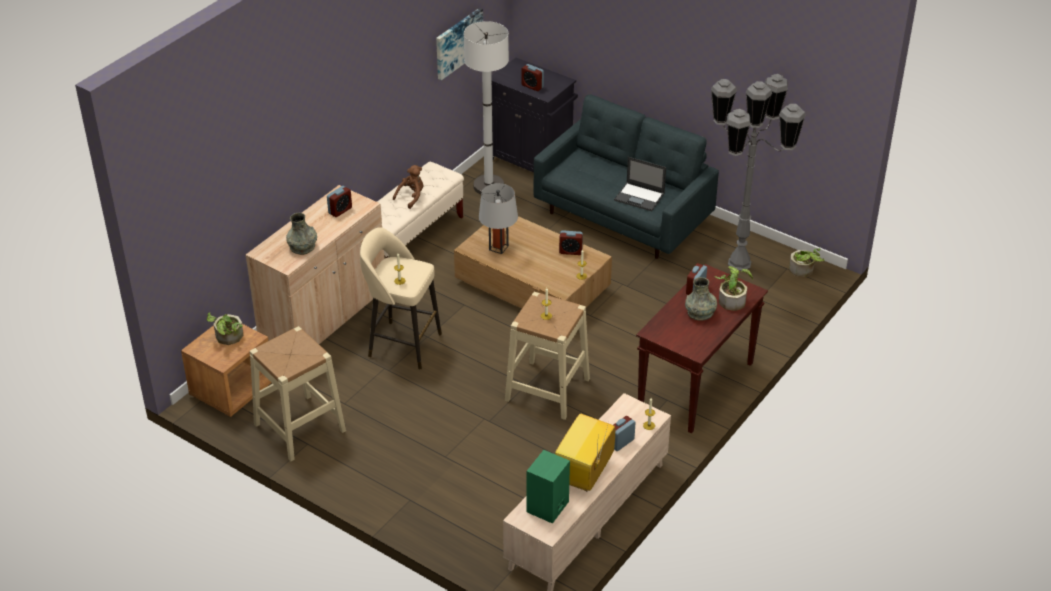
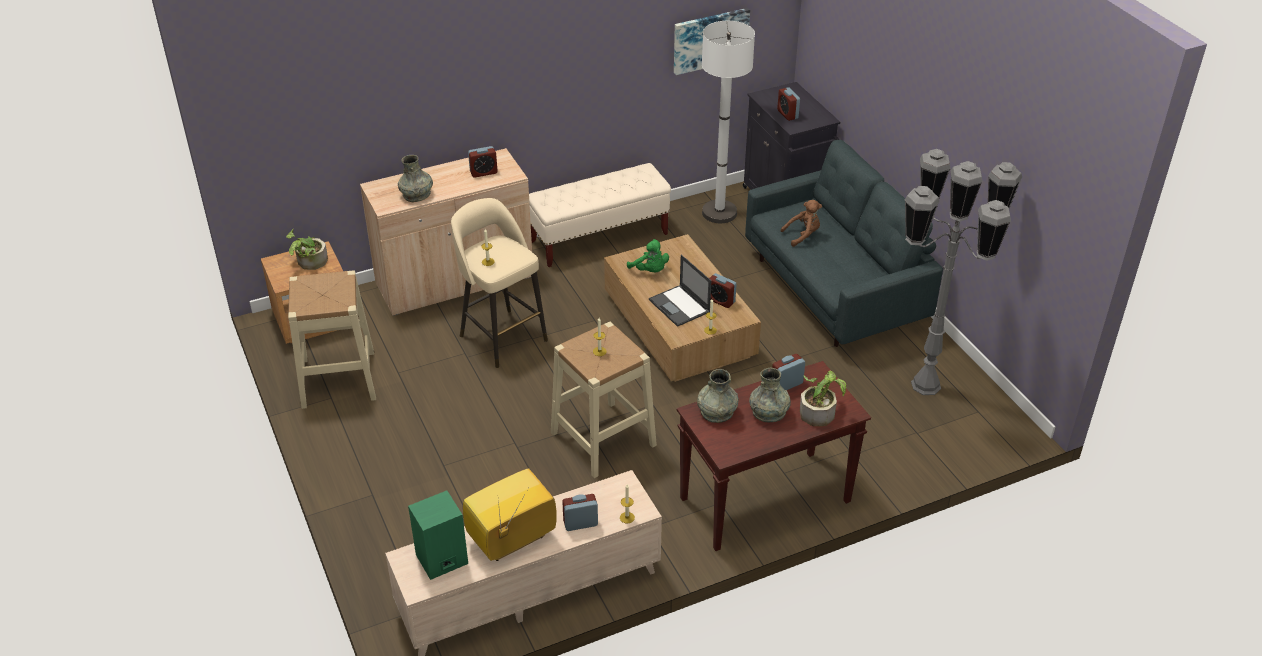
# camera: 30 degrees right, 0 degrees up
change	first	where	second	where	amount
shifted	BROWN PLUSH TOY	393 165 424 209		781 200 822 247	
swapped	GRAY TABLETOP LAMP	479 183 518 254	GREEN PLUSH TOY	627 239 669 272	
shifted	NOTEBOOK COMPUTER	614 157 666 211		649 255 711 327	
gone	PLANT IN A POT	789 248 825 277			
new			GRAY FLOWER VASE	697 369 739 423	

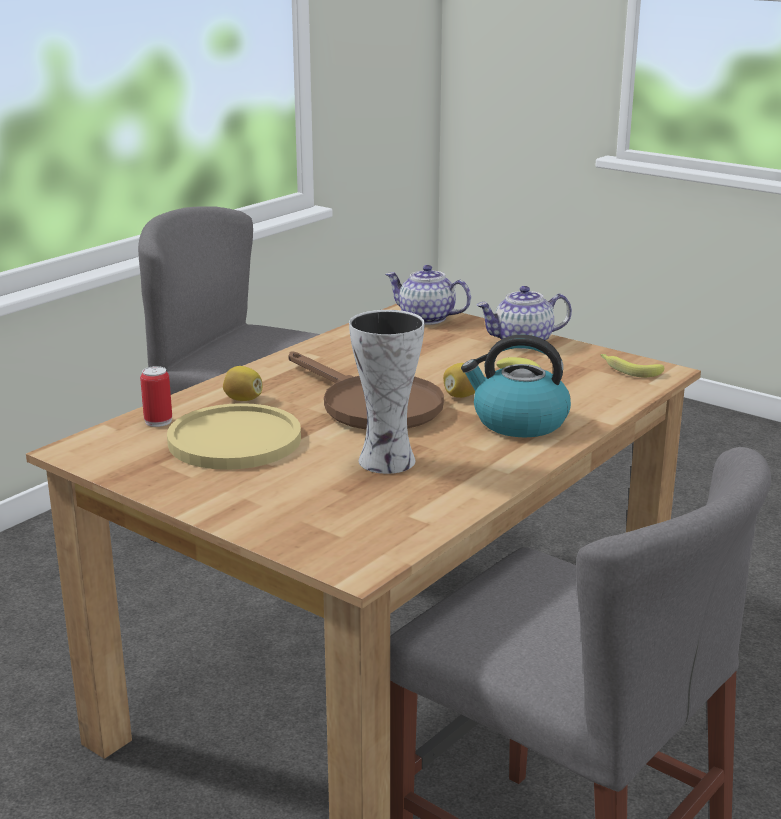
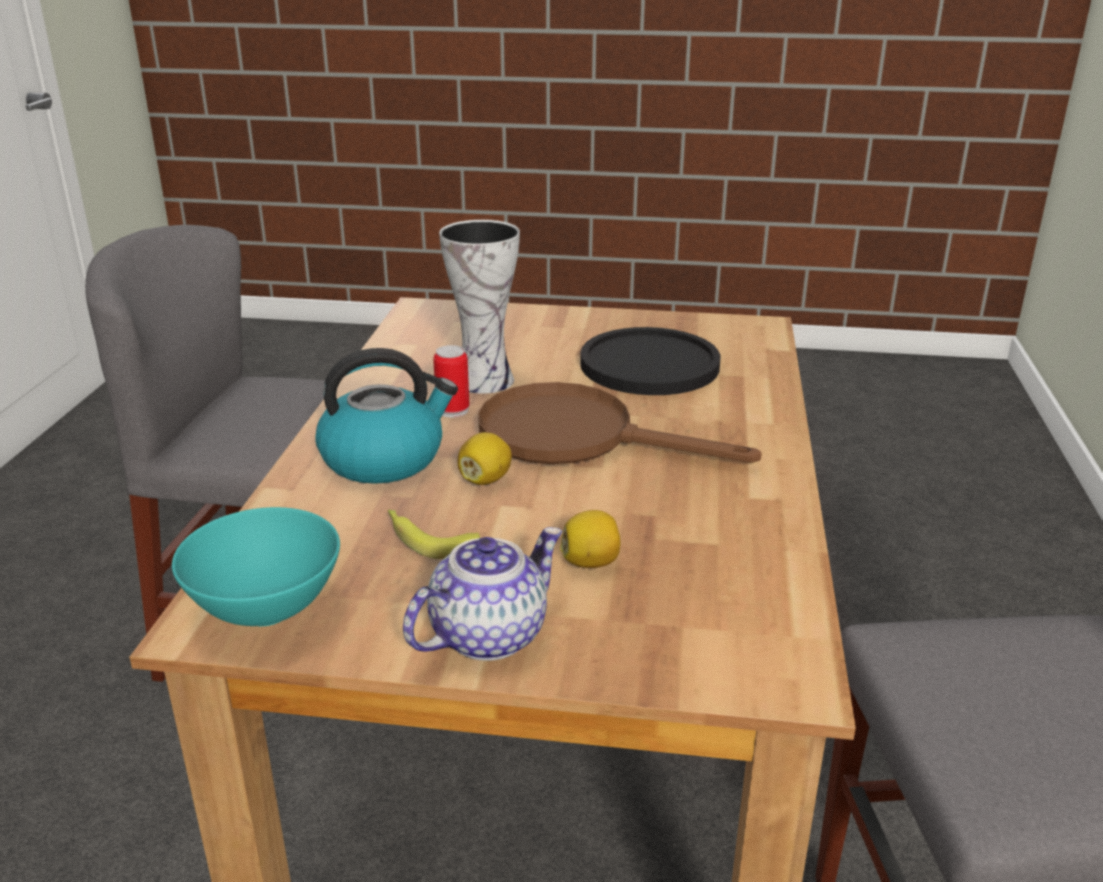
# camera: 150 degrees right, 5 degrees up
change	first	where	second	where	amount
shifted	CAN	140 366 172 427		433 345 469 417	
repainted	YELLOWISH DINNER PLATE	167 403 301 470	BLACKISH DINNER PLATE	580 327 721 395	
shifted	CITRUS FRUIT	223 366 262 401		560 510 620 568	
gone	TEAPOT	386 265 471 325			
swapped	BANANA FRUIT	600 354 664 377	TURQUOISE-COLOURED SERVING BOWL	172 507 340 626	

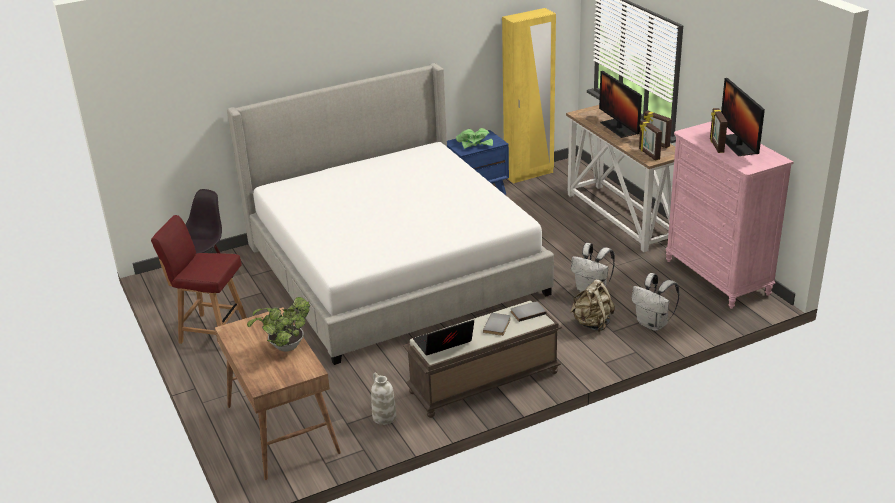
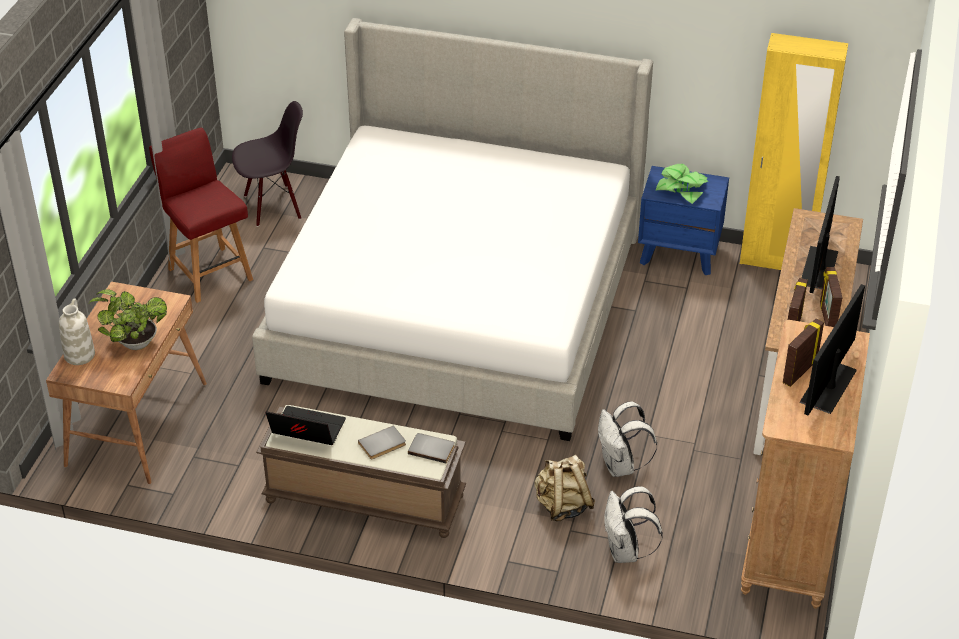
# camera: 40 degrees right, 10 degrees up
change	first	where	second	where	amount
shifted	WHITISH FLOWER VASE	371 372 397 425		59 298 95 365	
repainted	PINKISH CHEST OF DRAWERS	666 122 794 309	BROWN CHEST OF DRAWERS	741 320 870 609	

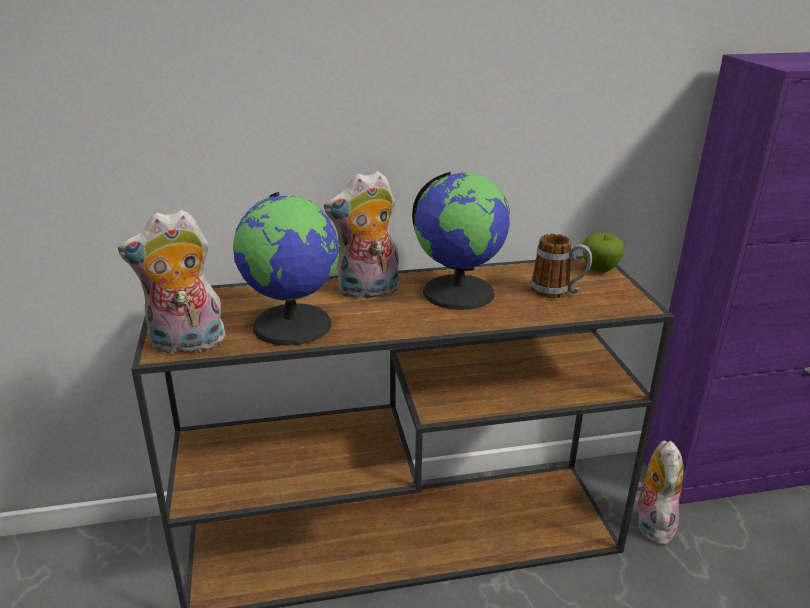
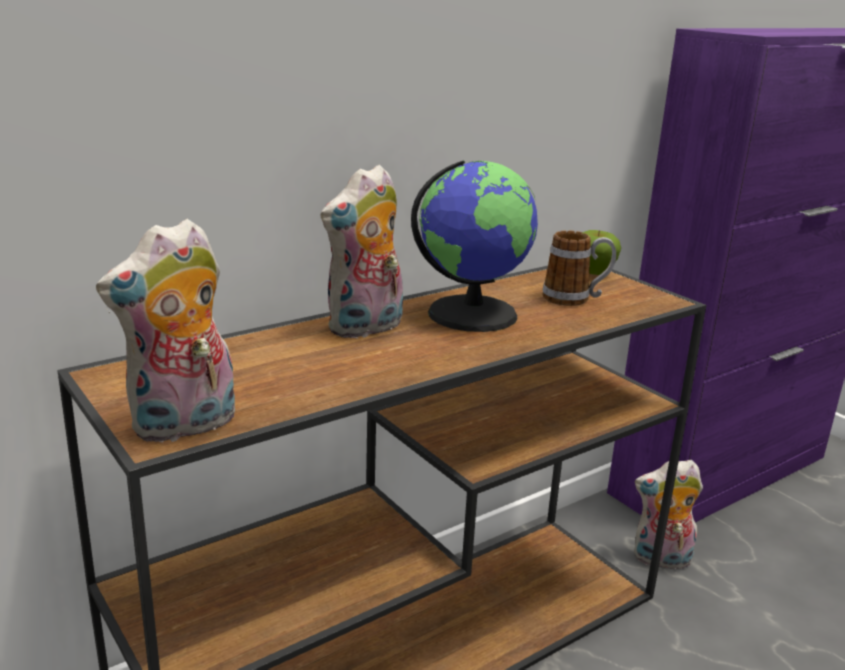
# camera: 25 degrees left, 5 degrees down
change	first	where	second	where	amount
gone	GLOBE	233 192 340 346			
rotated	PLUSH TOY	637 441 684 545		634 460 703 569	75 degrees counterclockwise

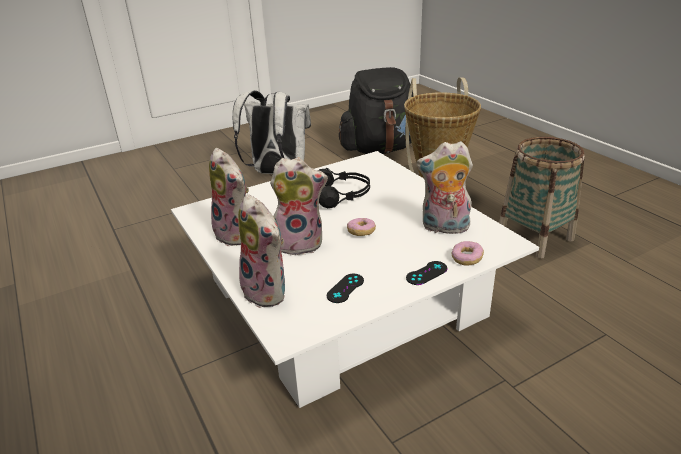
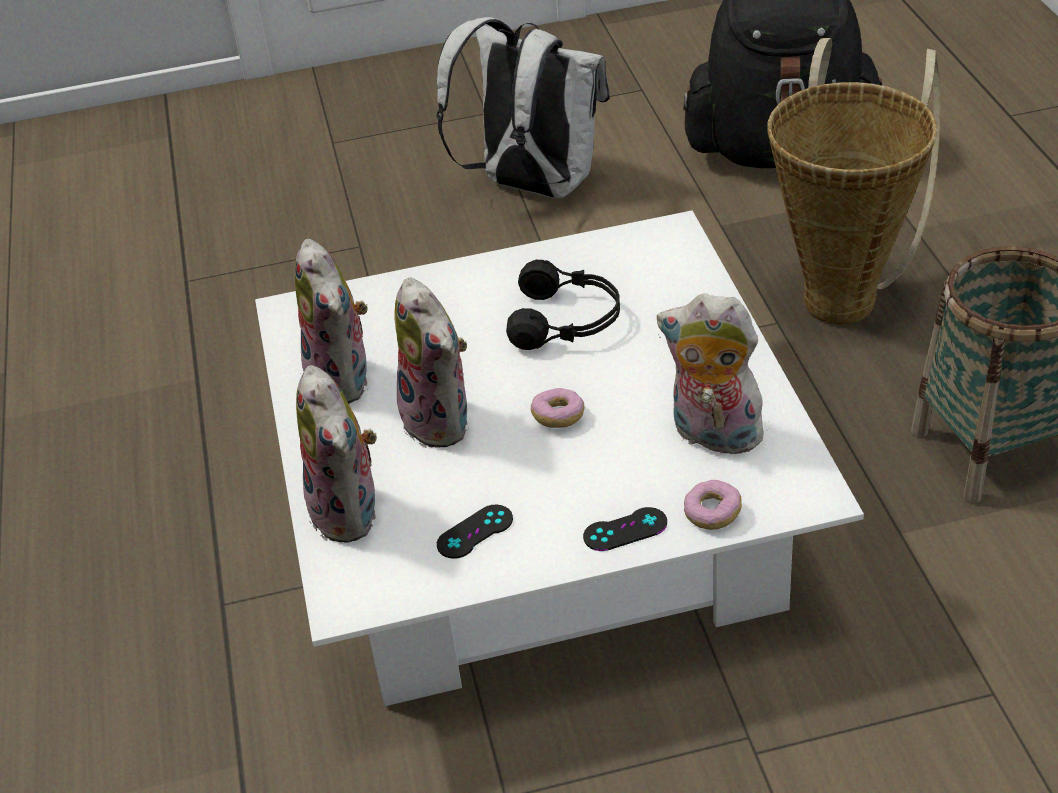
# camera: 20 degrees right, 10 degrees up
change	first	where	second	where	amount
rotated	PLUSH TOY	270 158 328 256		395 277 467 448	45 degrees clockwise

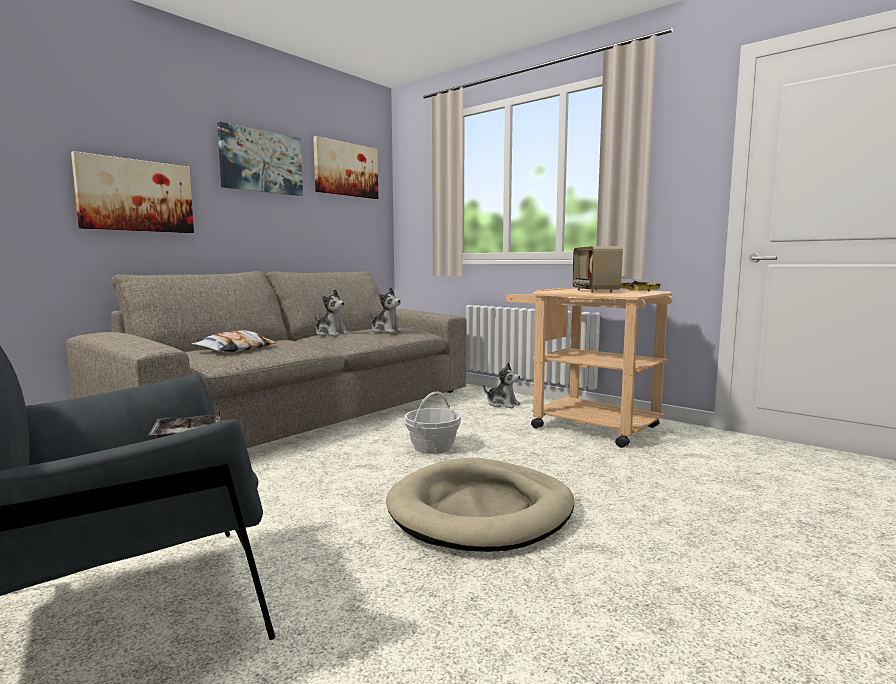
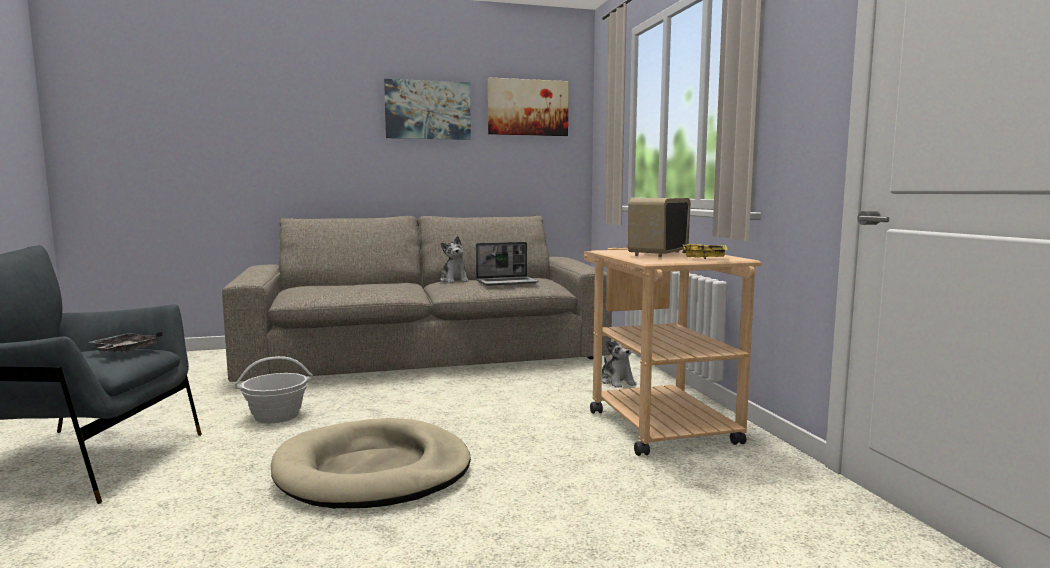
# camera: 35 degrees right, 0 degrees up
change	first	where	second	where	amount
gone	WALL ART	71 151 194 233			
gone	PILLOW	192 330 277 352			
swapped	PLUSH TOY	370 287 404 333	NOTEBOOK COMPUTER	476 242 539 286	
shifted	BASKET	404 392 461 454		235 356 313 424	

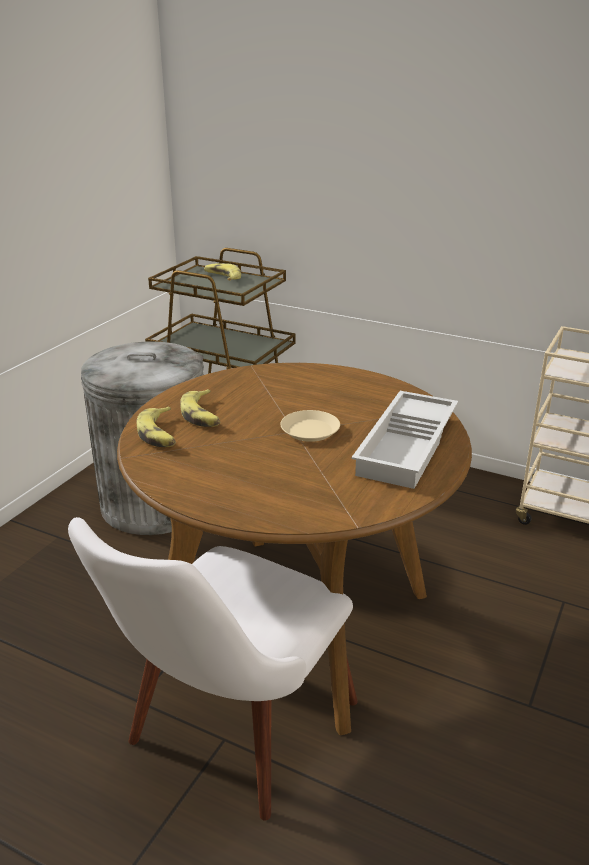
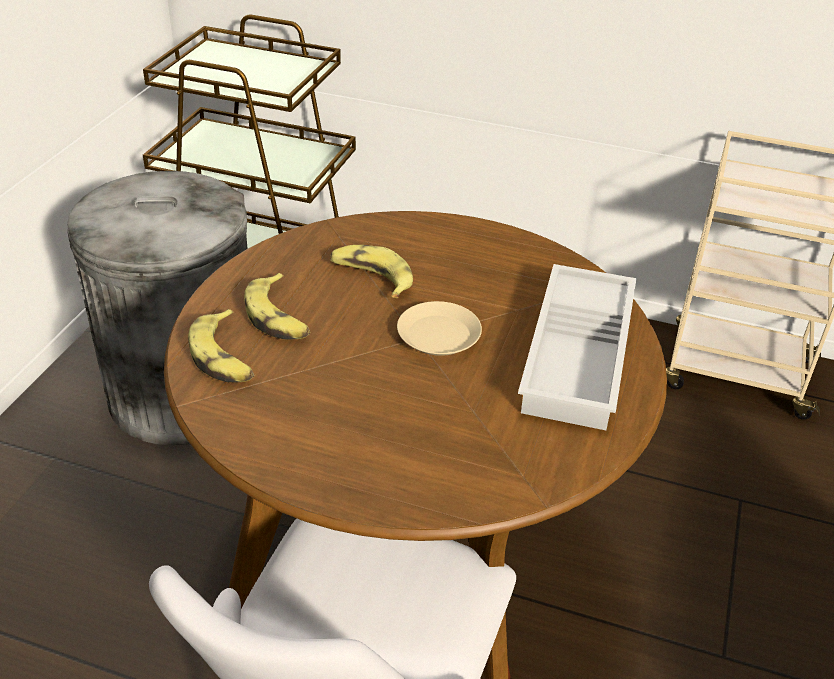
# camera: 10 degrees left, 10 degrees up
change	first	where	second	where	amount
shifted	BANANA FRUIT	204 263 241 281		330 245 413 298	

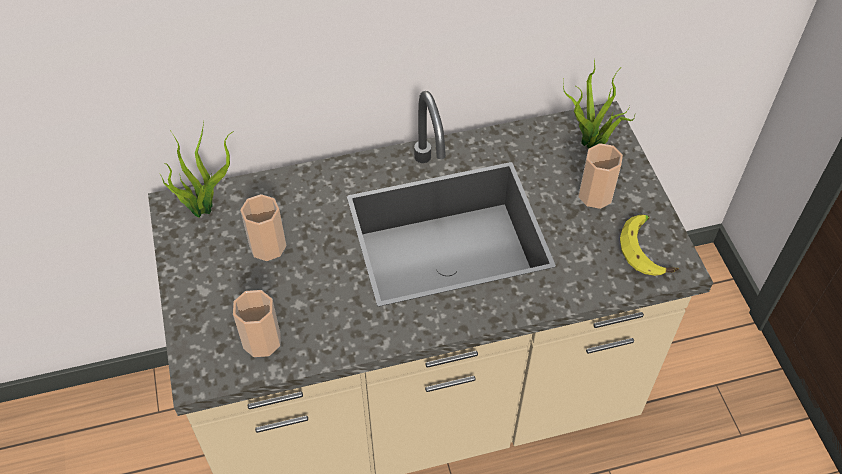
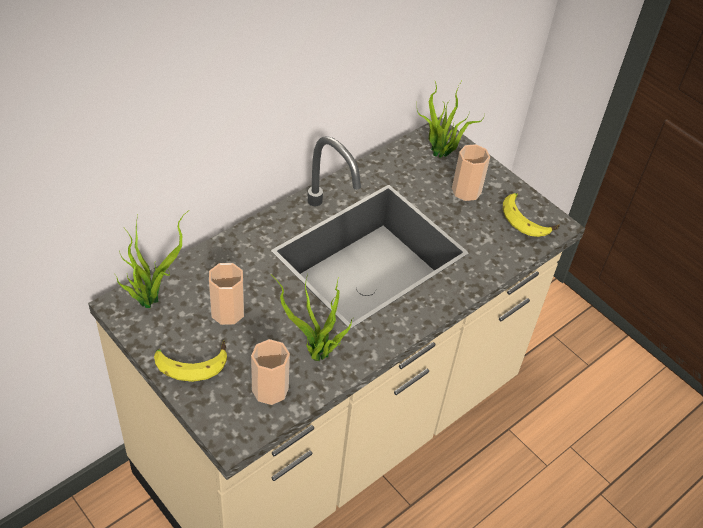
# camera: 30 degrees left, 5 degrees down
change	first	where	second	where	amount
new			BANANA FRUIT	154 340 227 382	
new			PLANT IN A POT	277 274 353 361	

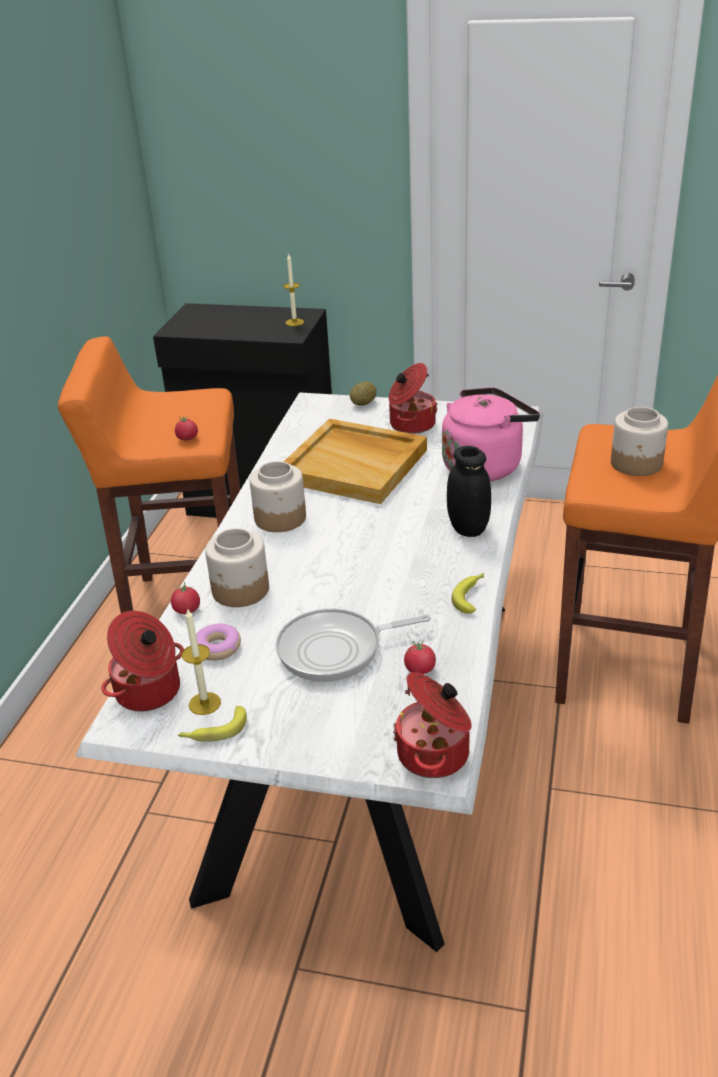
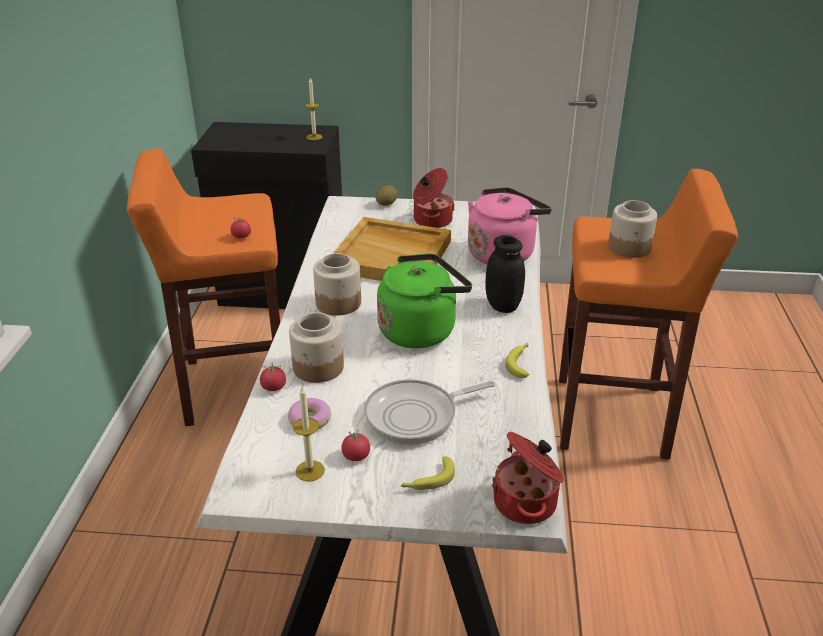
# camera: 10 degrees left, 0 degrees up
change	first	where	second	where	amount
gone	STOCKPOT	101 611 184 711			
shifted	BANANA FRUIT	178 706 247 742		401 456 455 490	
shifted	WHOLE TOMATO	404 640 436 674		341 429 370 461	
new			GREEN KETTLE	377 254 472 348	

